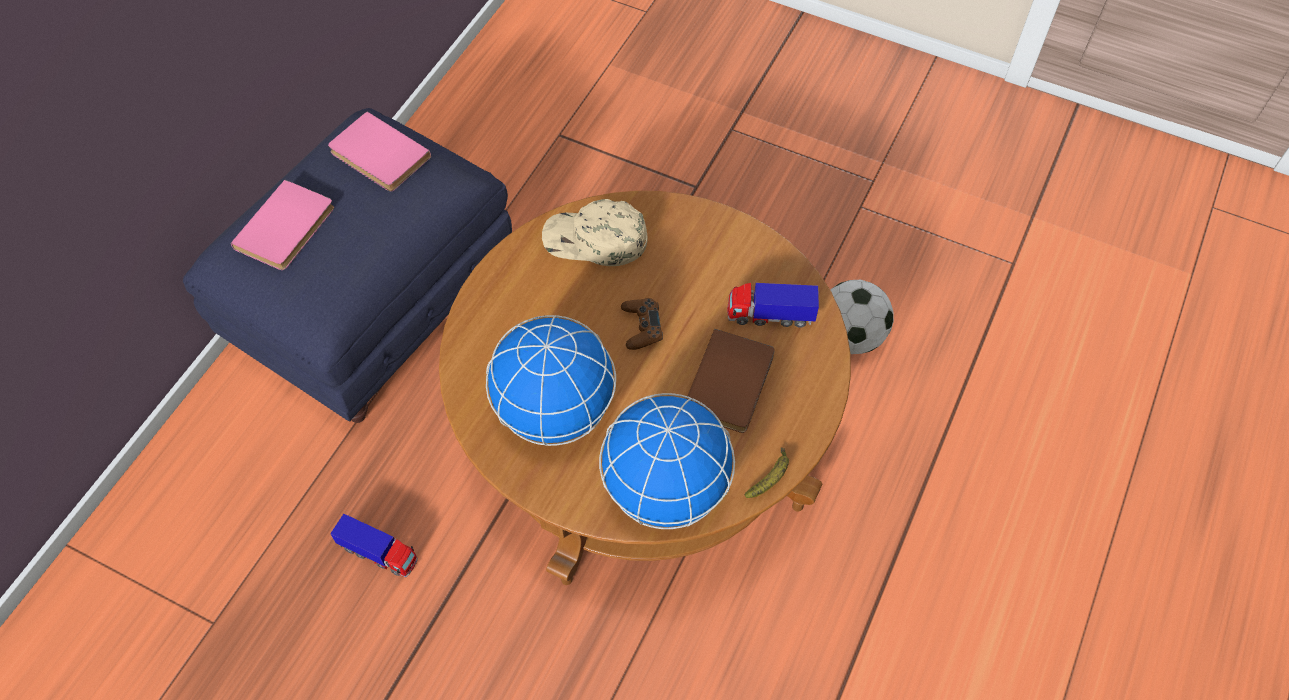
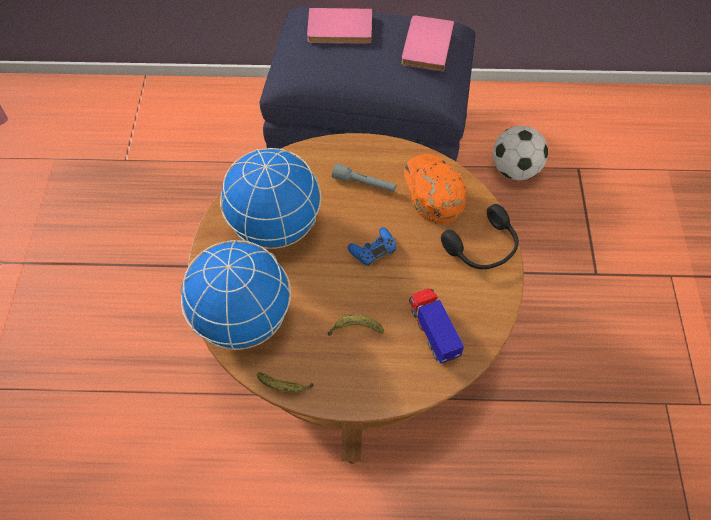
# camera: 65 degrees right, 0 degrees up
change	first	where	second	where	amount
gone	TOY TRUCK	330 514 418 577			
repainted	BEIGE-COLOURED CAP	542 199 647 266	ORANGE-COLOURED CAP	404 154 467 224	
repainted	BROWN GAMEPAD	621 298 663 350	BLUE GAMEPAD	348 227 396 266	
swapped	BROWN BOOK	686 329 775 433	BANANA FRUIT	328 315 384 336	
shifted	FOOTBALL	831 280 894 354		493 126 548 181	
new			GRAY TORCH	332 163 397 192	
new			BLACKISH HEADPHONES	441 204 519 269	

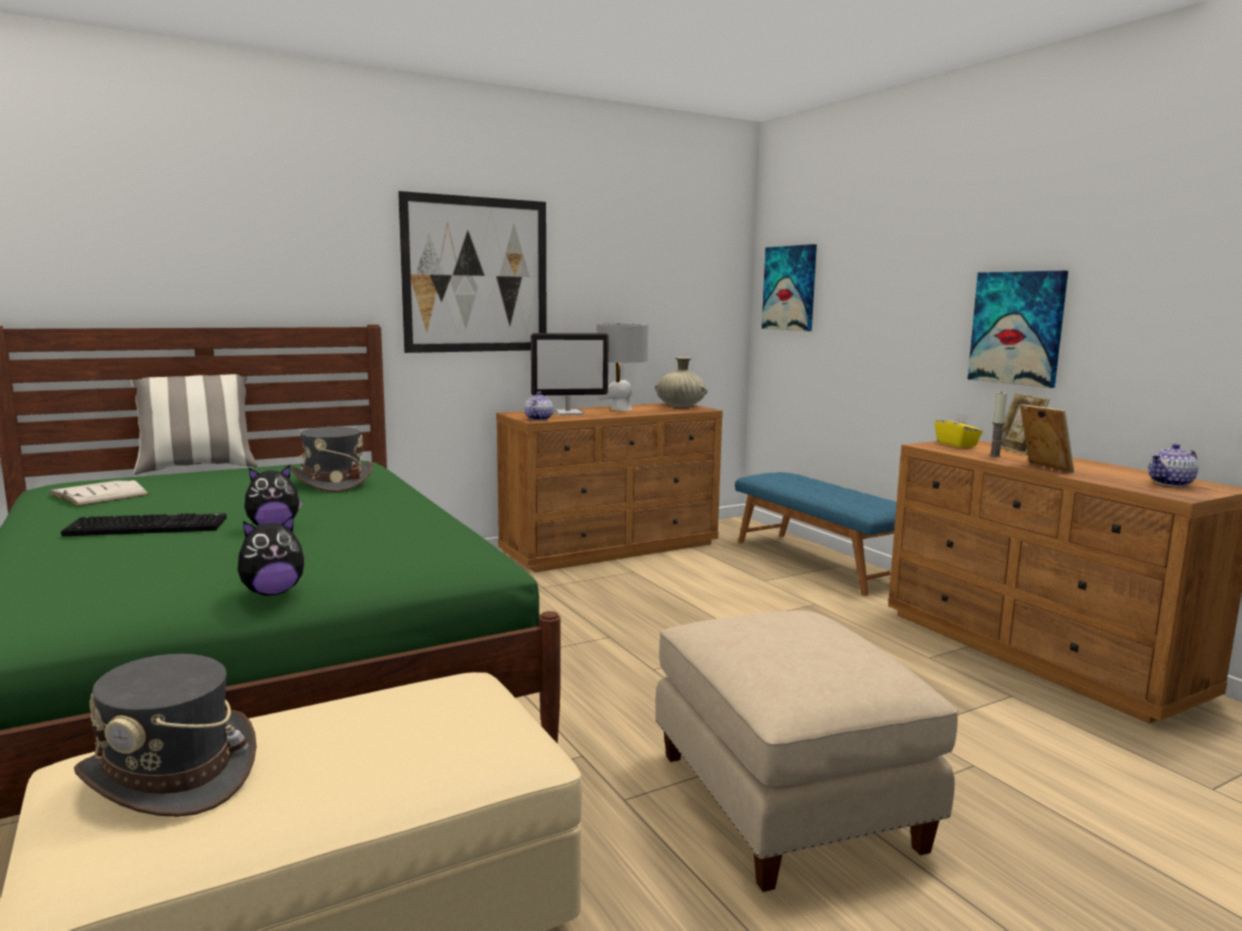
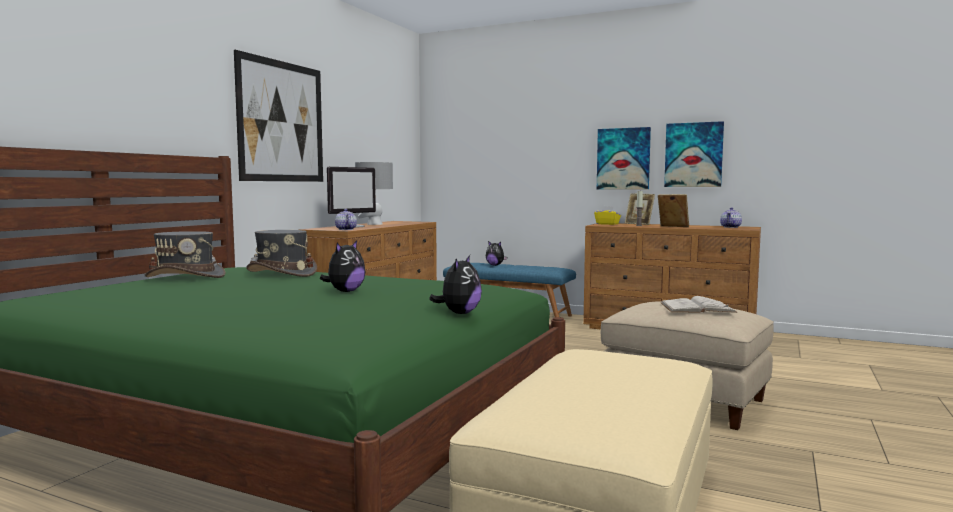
# camera: 35 degrees left, 5 degrees down
change	first	where	second	where	amount
shifted	WHITISH BOOK	49 480 149 506		660 296 737 313	
gone	COMPUTER KEYBOARD	61 513 227 536			
shifted	GRAY WEARABLE HAT	74 654 256 817		145 231 226 278	
gone	PILLOW	130 374 258 475			
gone	BEIGE-COLOURED FLOWER VASE	655 357 708 407			
shifted	WALL ART	762 244 817 331		664 121 724 187	
new			PLUSH TOY	486 241 507 266	

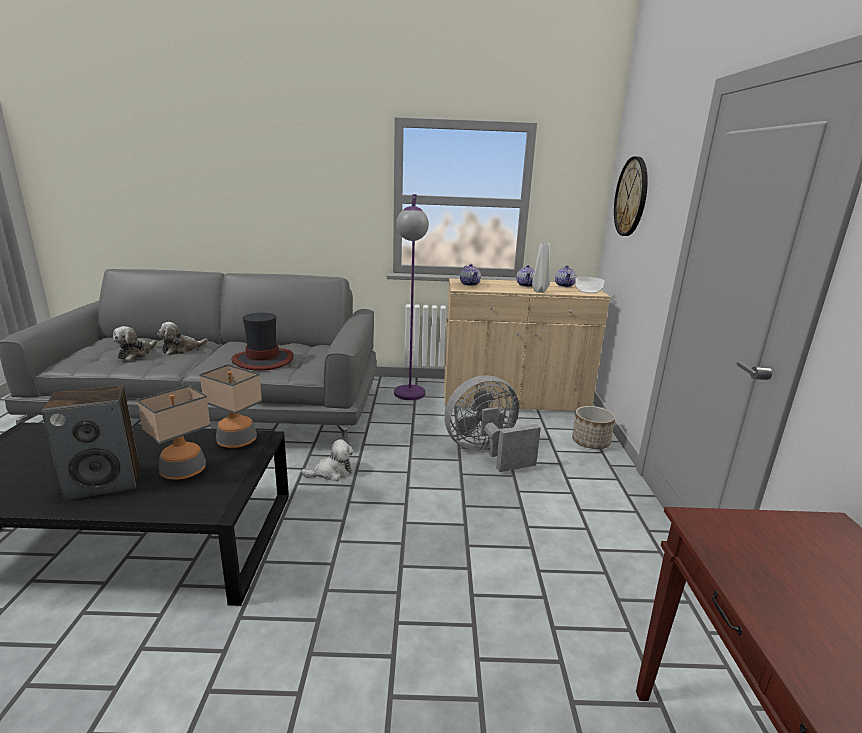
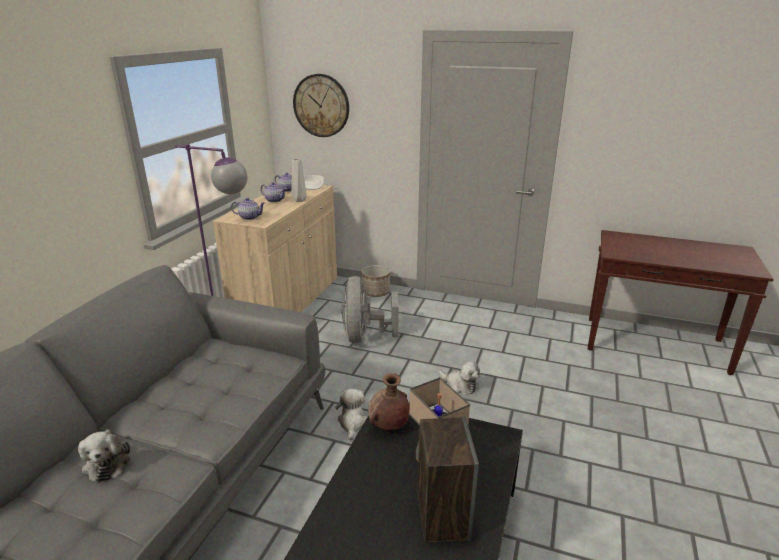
# camera: 70 degrees left, 5 degrees up
change	first	where	second	where	amount
shifted	PLUSH TOY	113 326 157 360		438 361 480 395	
swapped	TABLETOP LAMP	199 364 262 448	BROWN FLOWER VASE	368 373 410 430	
gone	WEARABLE HAT	231 313 294 371			

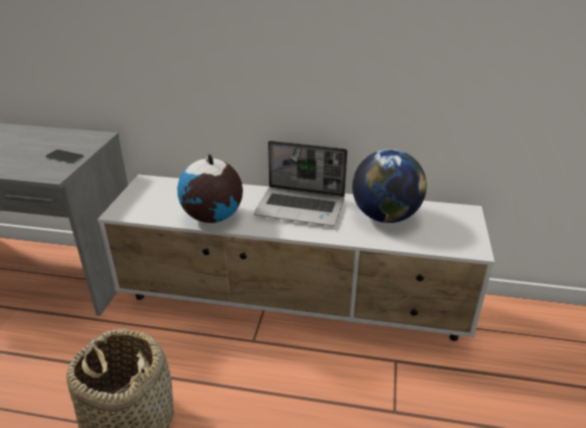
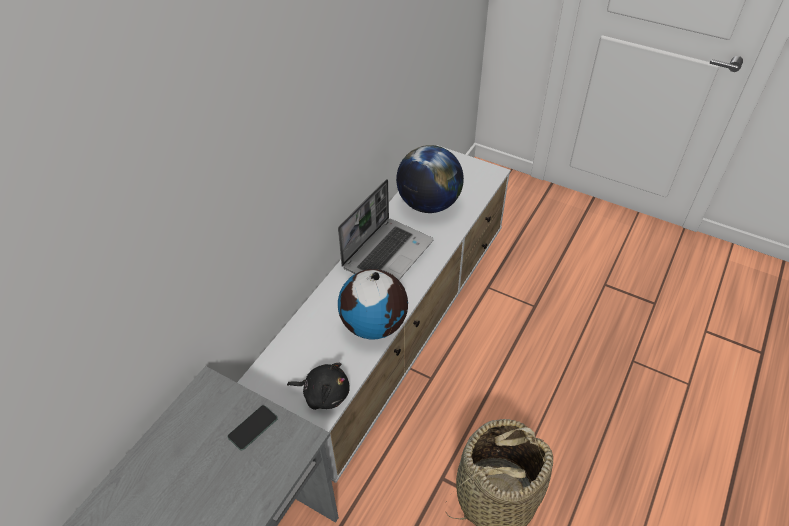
# camera: 70 degrees left, 15 degrees up
change	first	where	second	where	amount
new			BLACKISH PLUSH TOY	287 363 350 410	

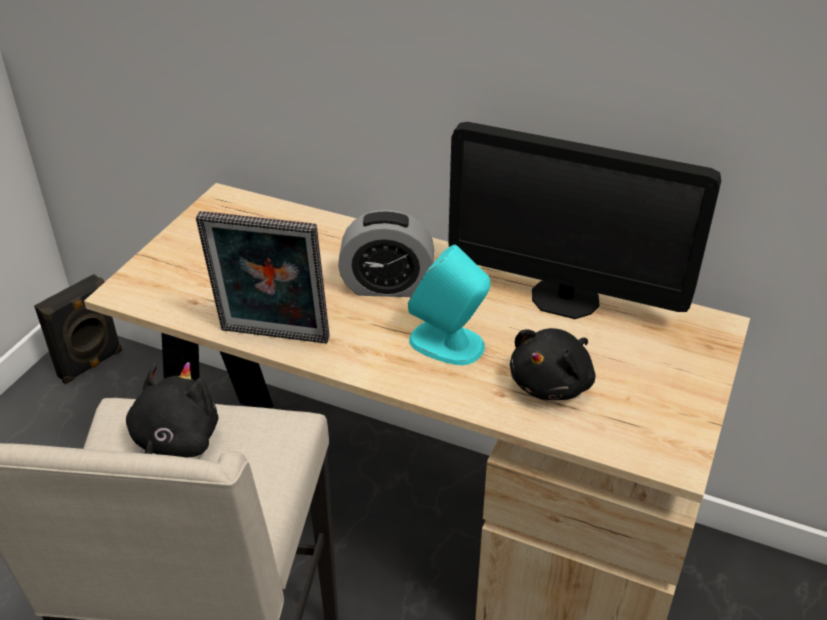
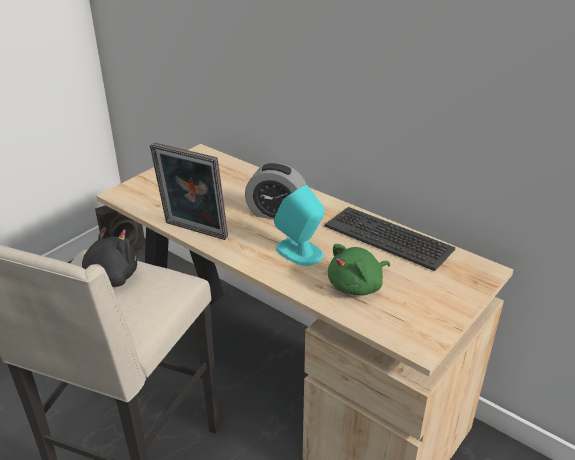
# camera: 15 degrees right, 5 degrees down
change	first	where	second	where	amount
swapped	COMPUTER DISPLAY	448 122 721 319	COMPUTER KEYBOARD	325 207 455 271	
repainted	BLACKISH PLUSH TOY	510 328 596 400	GREEN PLUSH TOY	328 244 390 295	

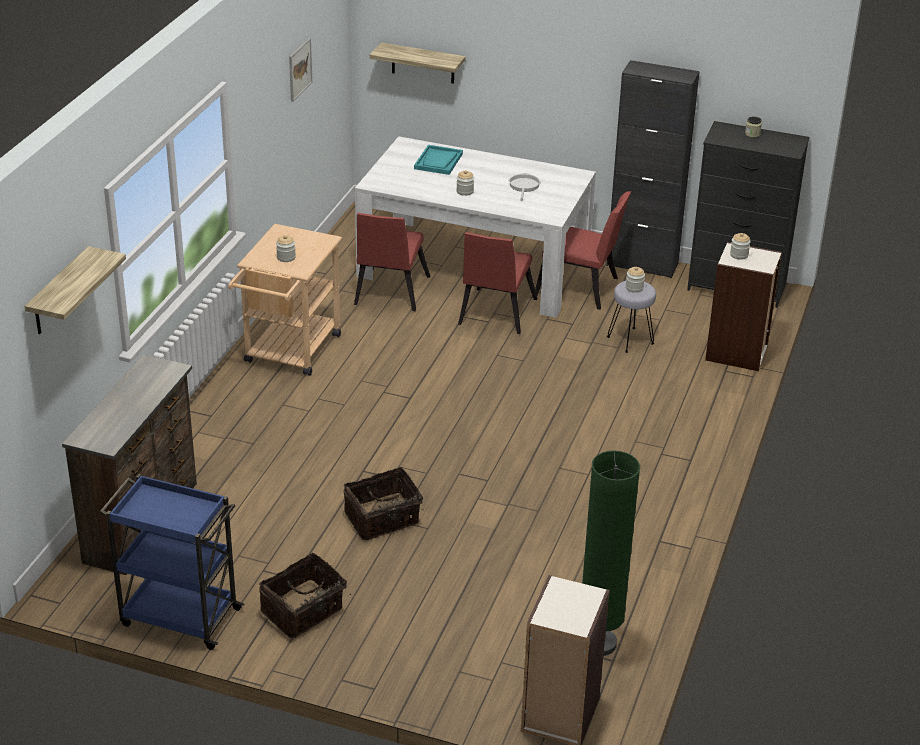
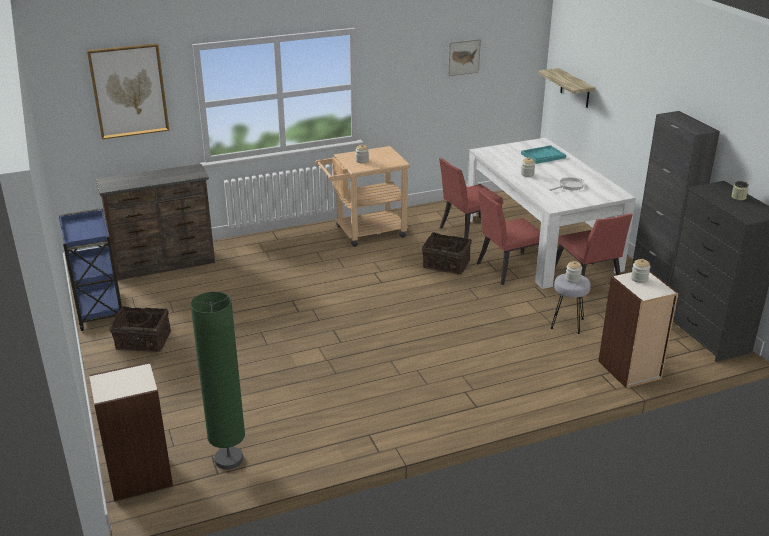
# camera: 50 degrees right, 5 degrees down
change	first	where	second	where	amount
swapped	WALL SHELF	24 246 126 334	WALL ART	87 43 169 139	
shifted	BASKET	343 467 424 540		422 232 472 274	

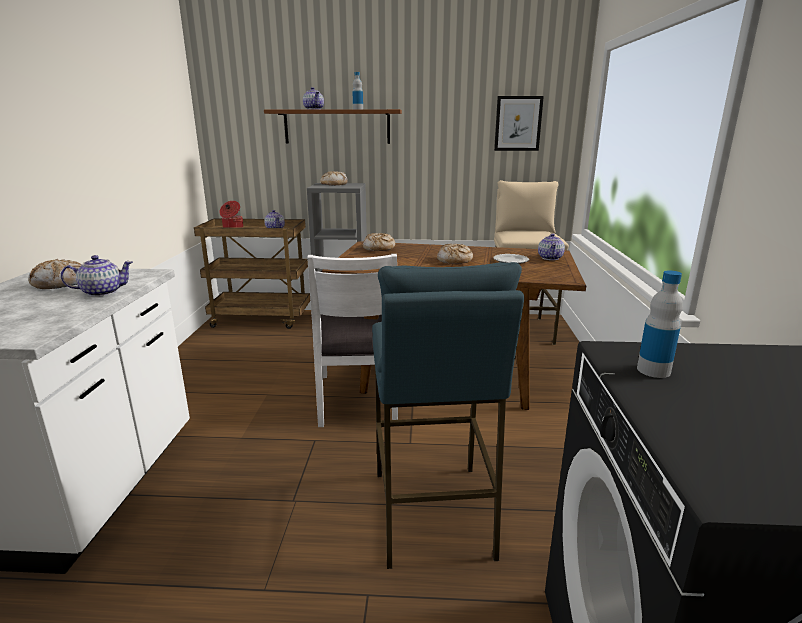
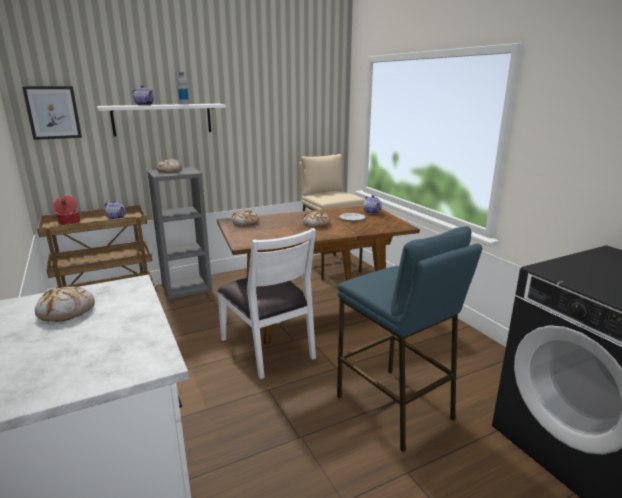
# camera: 30 degrees left, 0 degrees up
change	first	where	second	where	amount
gone	TEAPOT	61 255 133 297			
repainted	BROWN WALL SHELF	264 109 402 144	WHITISH WALL SHELF	97 104 226 137	
shifted	WALL ART	494 96 544 151		22 86 82 140	
gone	BOTTLE	637 270 683 378			

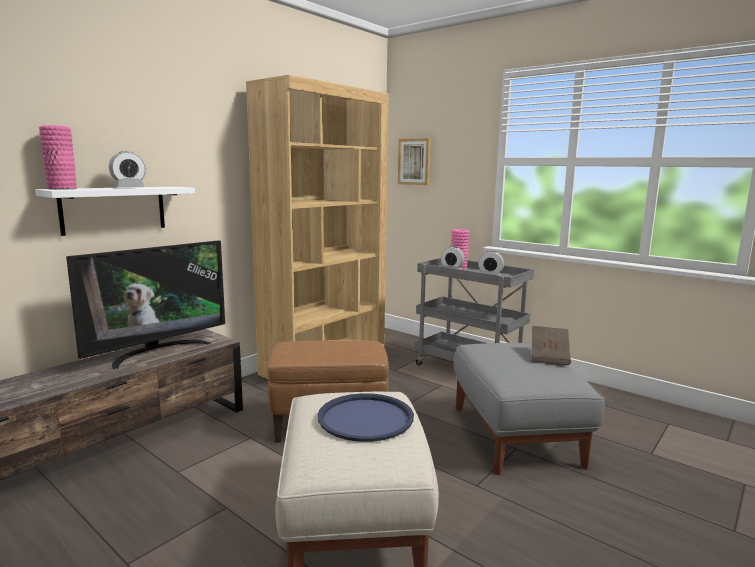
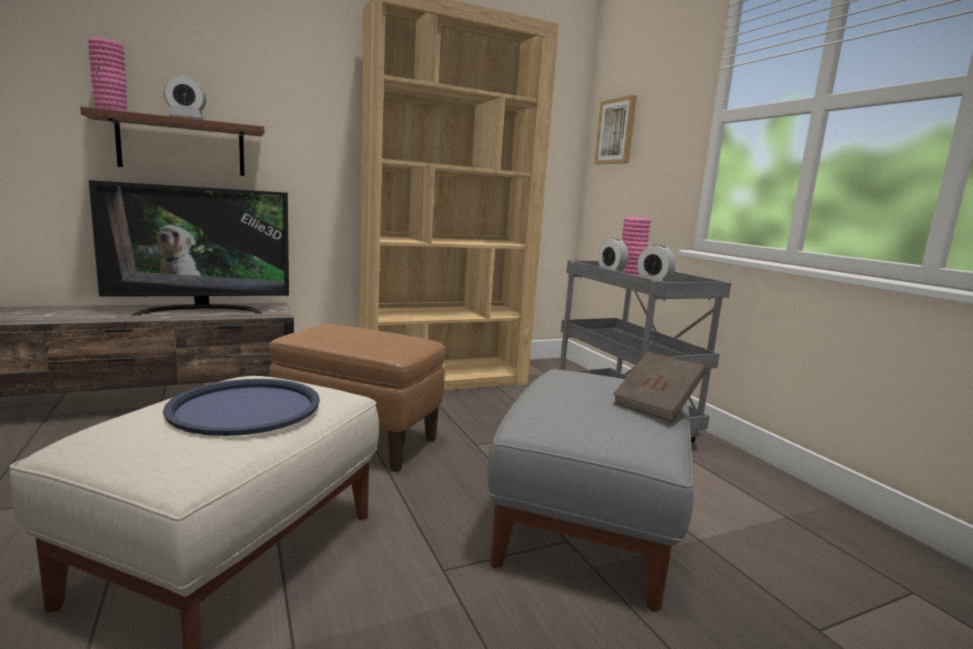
# camera: 25 degrees right, 0 degrees up
change	first	where	second	where	amount
repainted	WHITISH WALL SHELF	35 187 195 236	BROWN WALL SHELF	80 106 264 176	

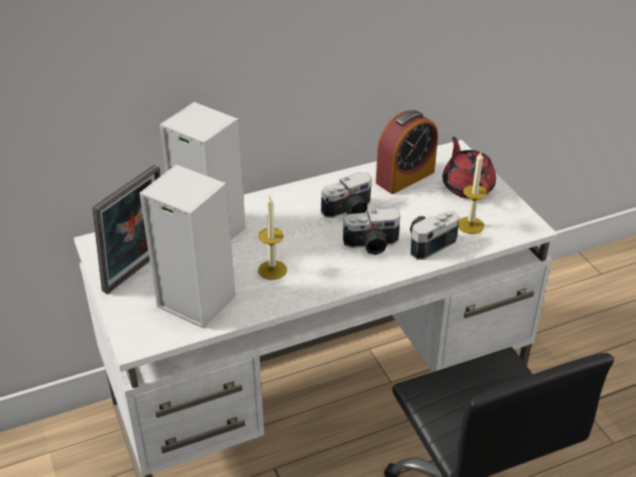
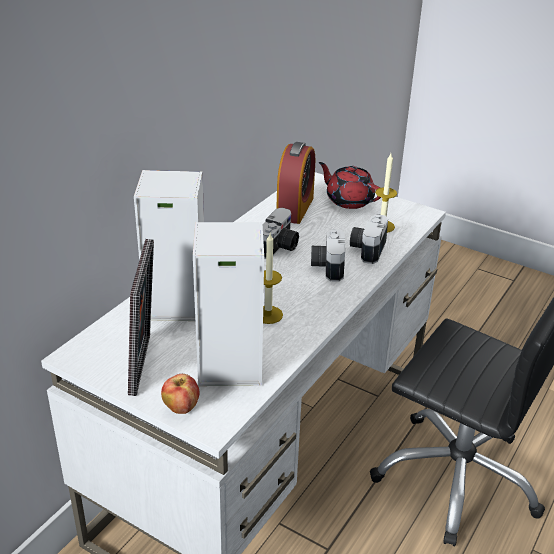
# camera: 35 degrees left, 5 degrees down
change	first	where	second	where	amount
rotated	STILL CAMERA	343 208 400 255		311 229 345 282	135 degrees clockwise
new			APPLE	161 374 200 414	

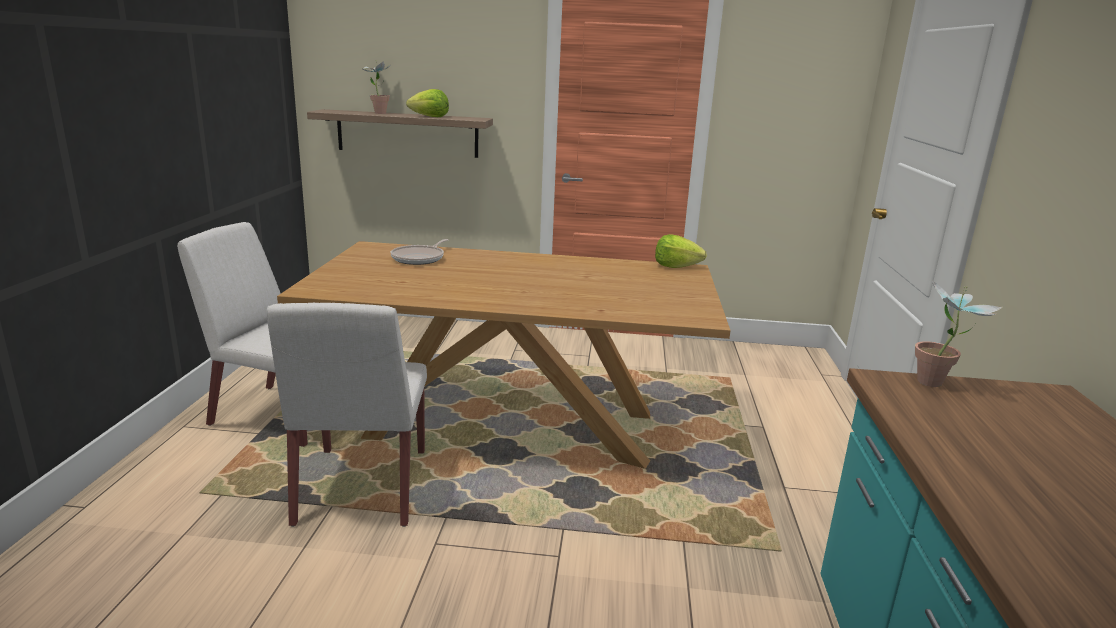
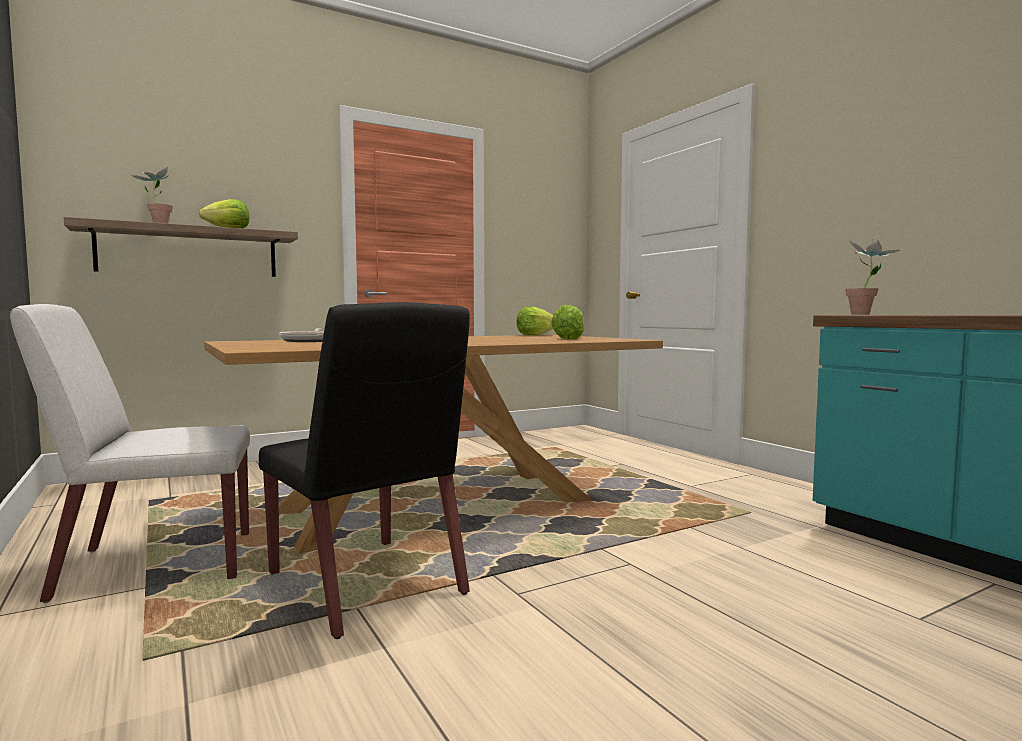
# camera: 35 degrees left, 15 degrees down
change	first	where	second	where	amount
repainted	WHITISH CHAIR	267 303 427 527	BLACKISH CHAIR	259 302 470 639	
new			HEAD OF LETTUCE	551 305 585 340	

